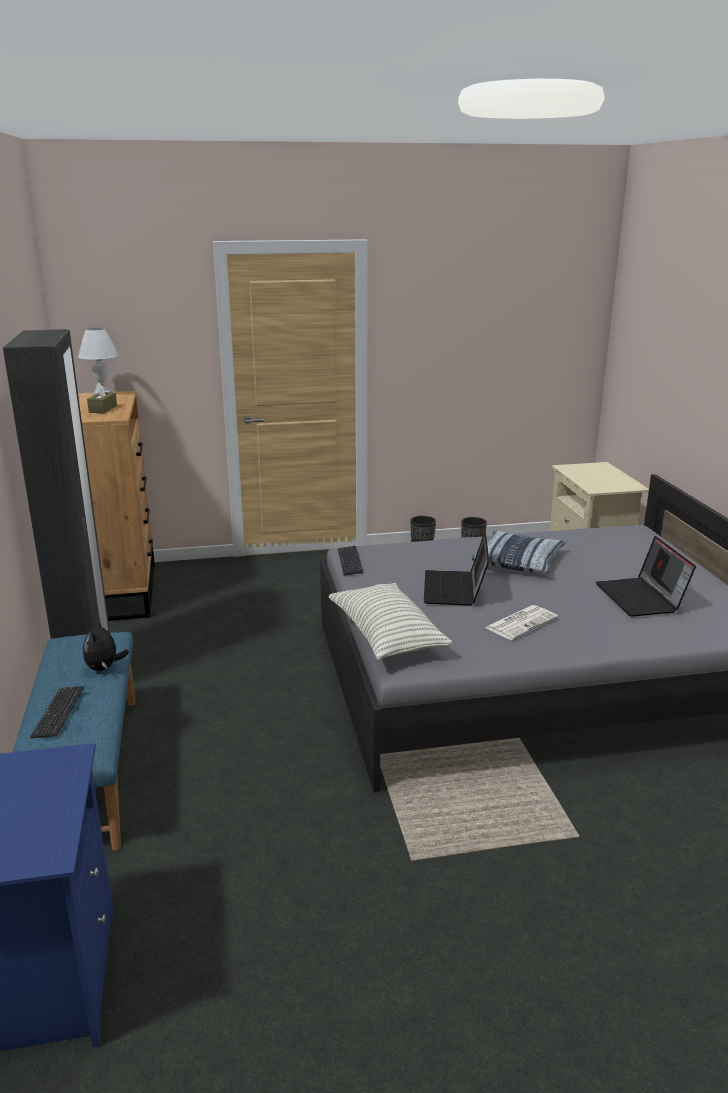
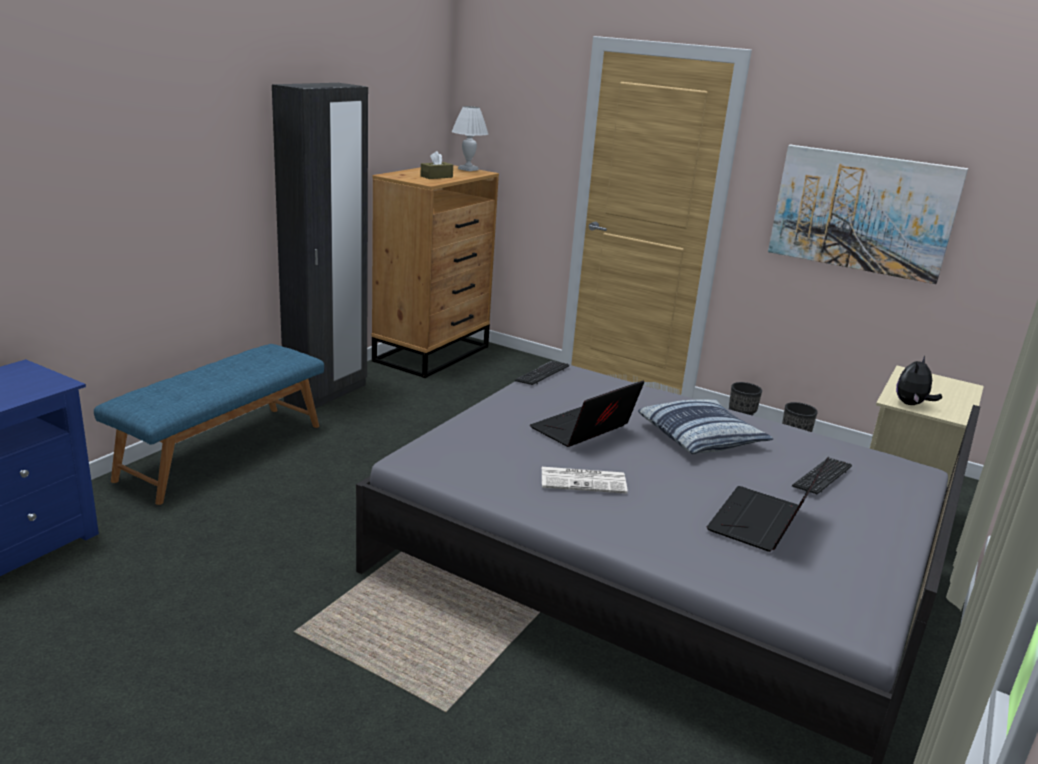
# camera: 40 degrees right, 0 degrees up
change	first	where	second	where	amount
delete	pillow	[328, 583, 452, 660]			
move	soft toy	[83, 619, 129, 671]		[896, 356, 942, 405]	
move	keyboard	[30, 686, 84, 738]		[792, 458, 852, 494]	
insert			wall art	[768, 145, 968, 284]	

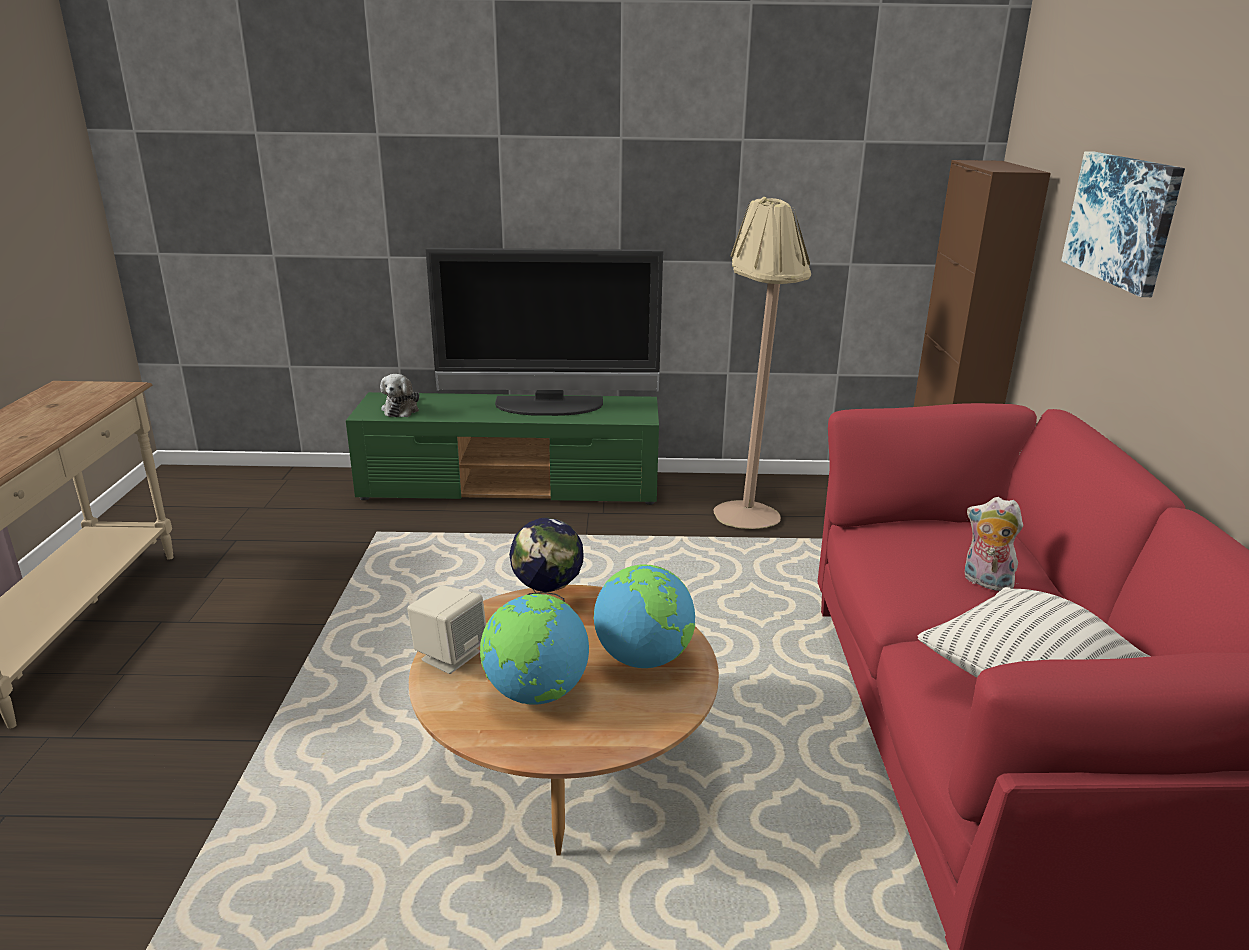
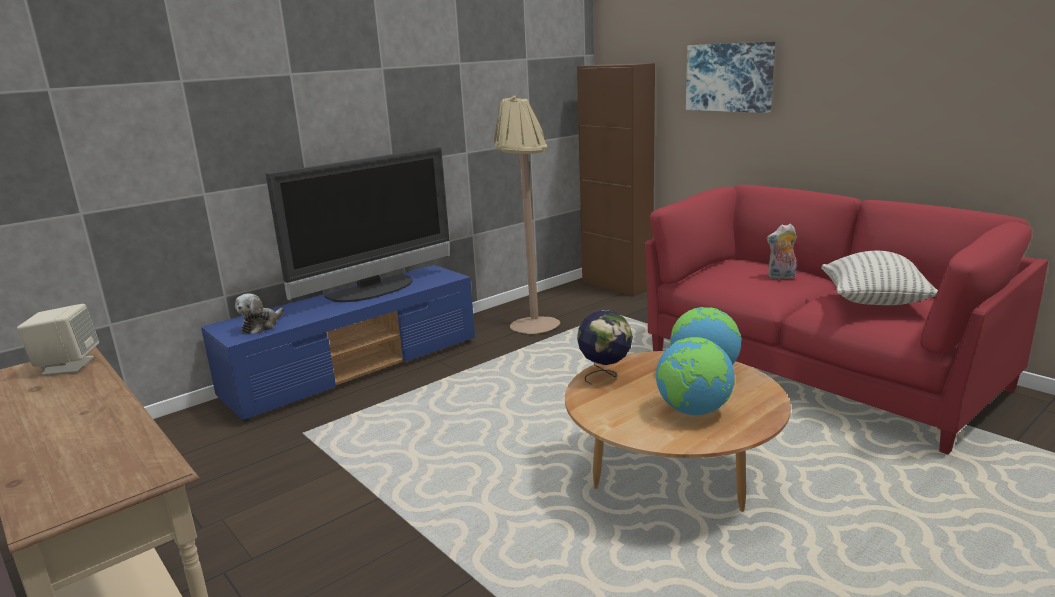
# camera: 40 degrees left, 5 degrees down
change	first	where	second	where	amount
rotate	soft toy	[380, 374, 419, 417]		[235, 293, 284, 334]	60 degrees clockwise
recolor	media console (greenish)	[346, 392, 659, 505]	media console (blue)	[201, 265, 475, 422]	
move	loudspeaker (beige)	[407, 585, 486, 674]		[17, 304, 99, 375]	

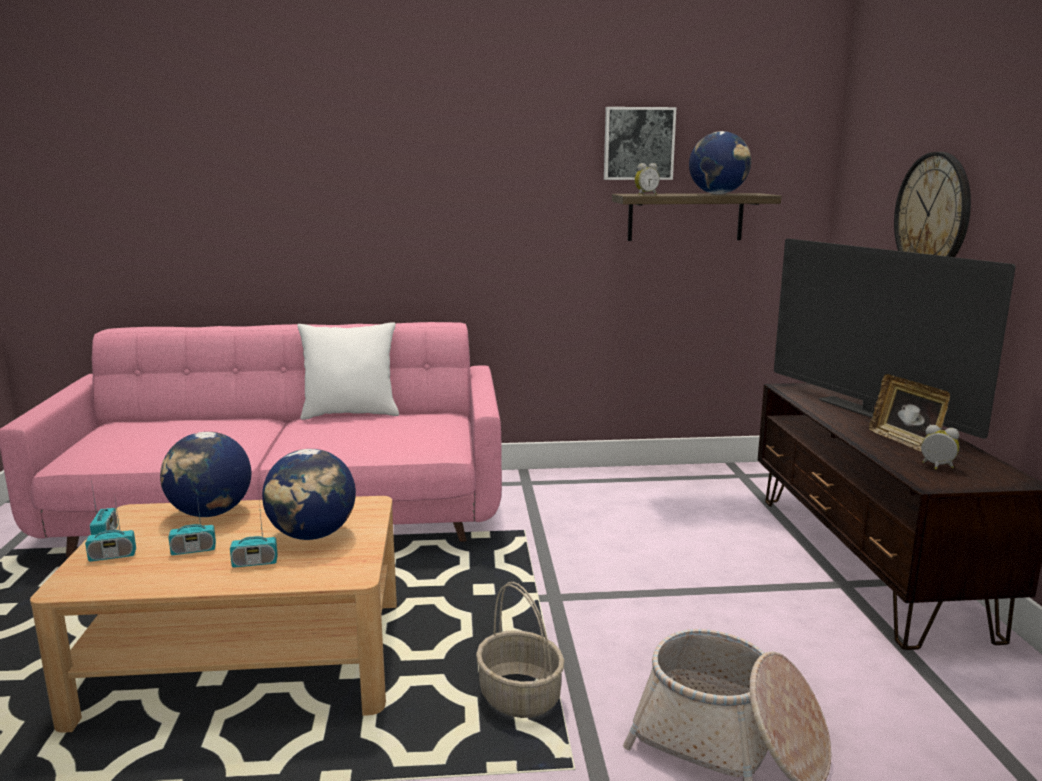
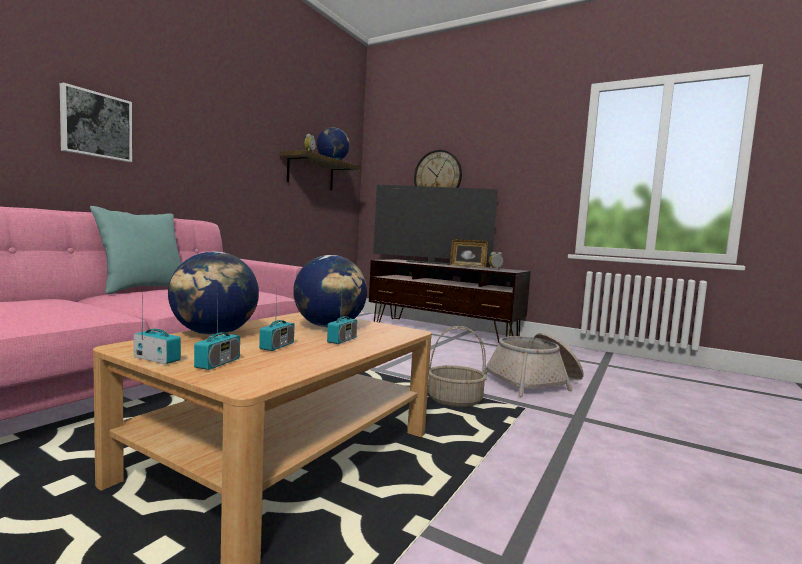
# camera: 55 degrees left, 10 degrees down
change	first	where	second	where	amount
move	wall art	[604, 107, 676, 180]		[60, 83, 132, 162]	
recolor	pillow (white)	[297, 322, 399, 420]	pillow (blue-green)	[90, 206, 182, 294]	

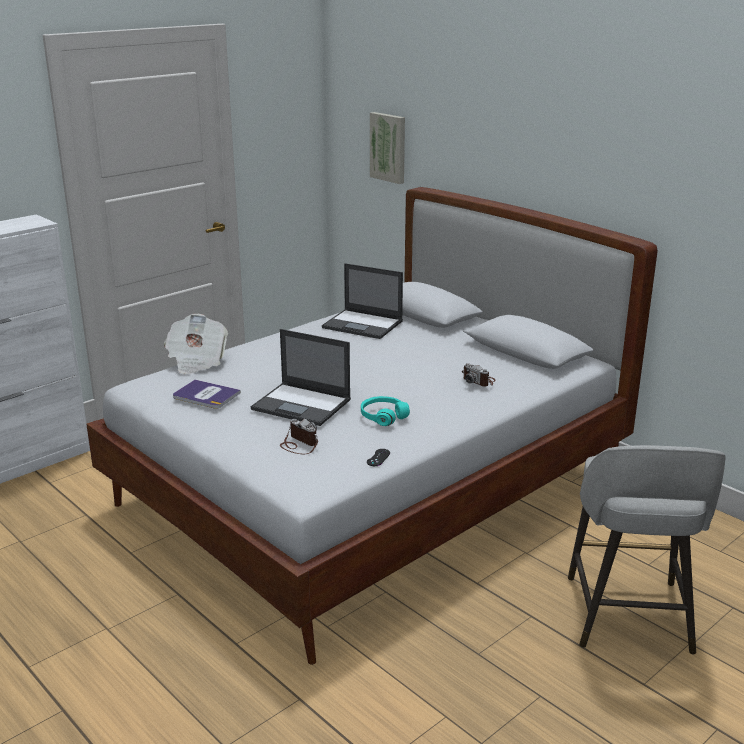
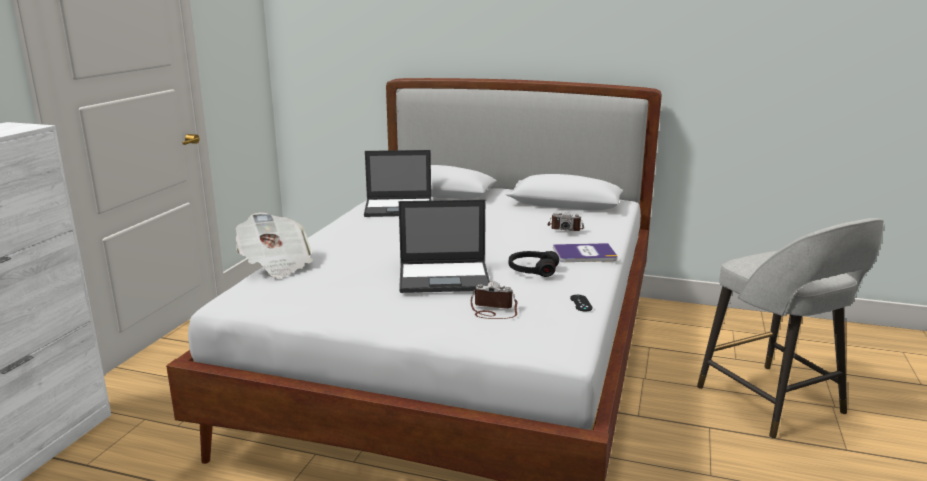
# camera: 30 degrees left, 5 degrees down
change	first	where	second	where	amount
delete	wall art	[370, 112, 405, 184]			
move	book	[173, 380, 241, 409]		[553, 243, 618, 262]	
recolor	pair of headphones (blue-green)	[361, 396, 410, 426]	pair of headphones (black)	[509, 251, 559, 277]	

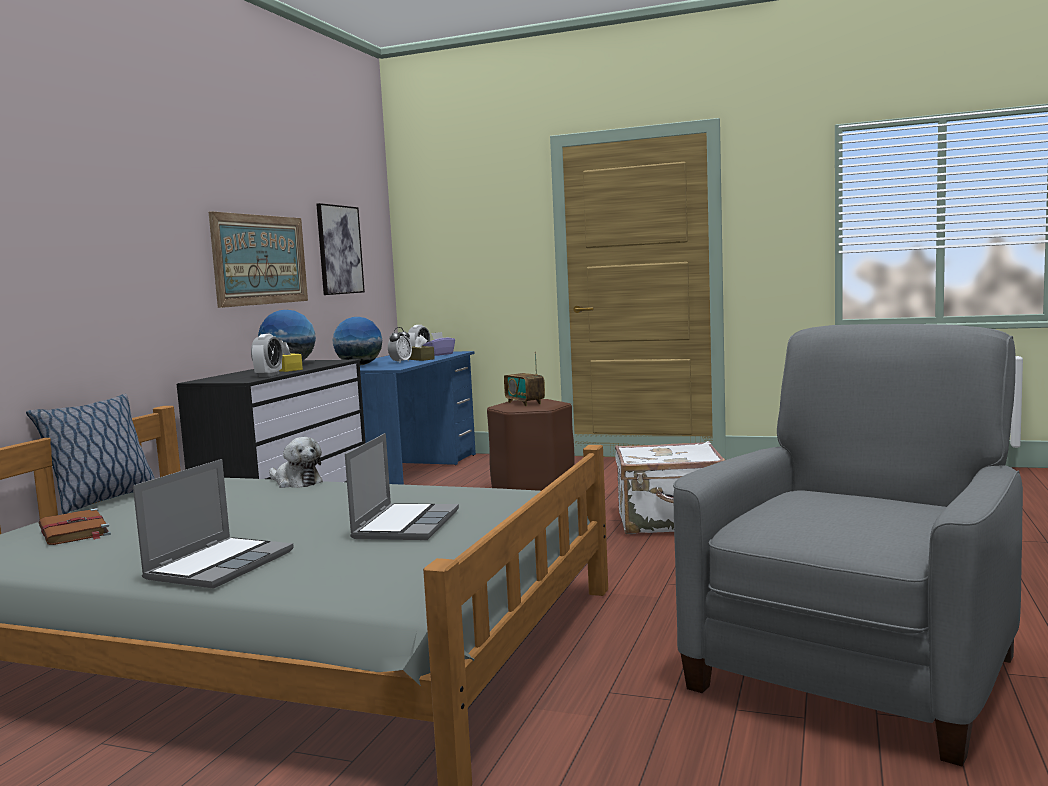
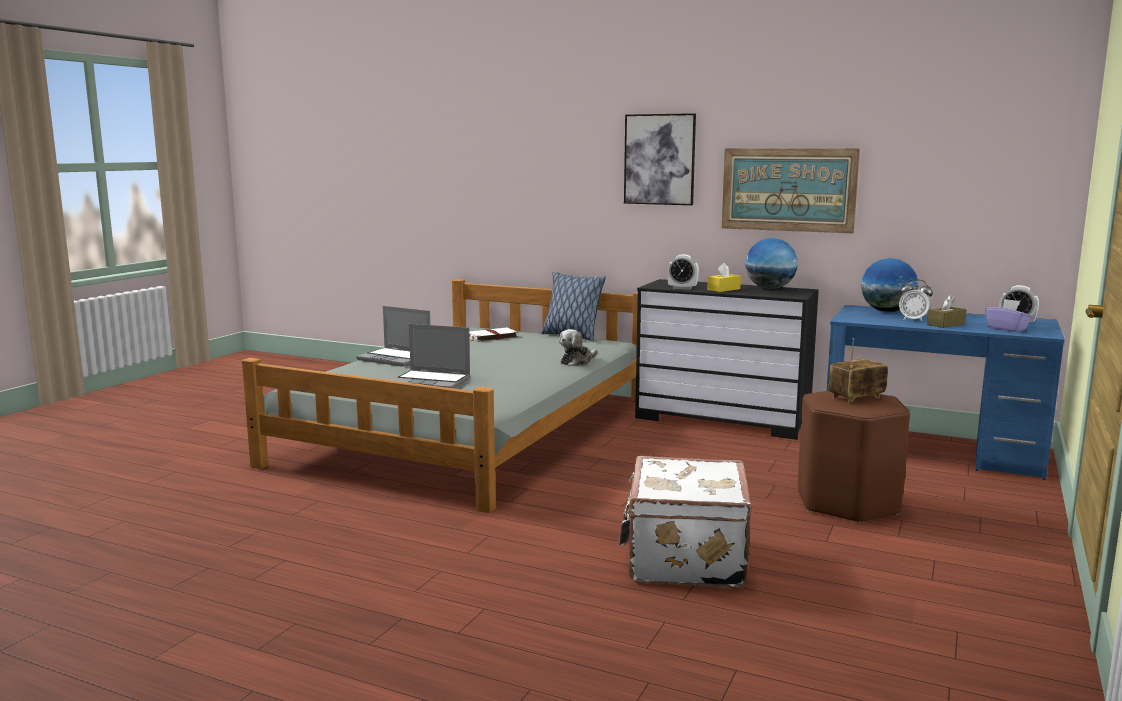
# camera: 95 degrees right, 5 degrees up
change	first	where	second	where	amount
move	wall art	[316, 203, 365, 295]		[624, 113, 696, 205]	
delete	lounge chair (gray)	[673, 324, 1023, 766]			
recolor	book (brownish)	[39, 508, 111, 545]	book (white)	[469, 328, 518, 342]	

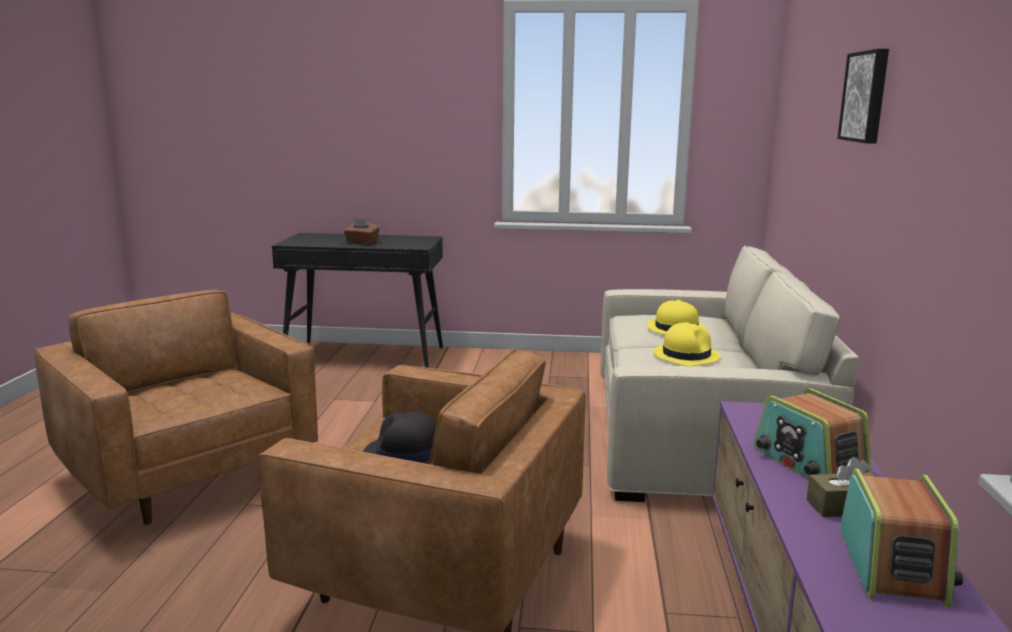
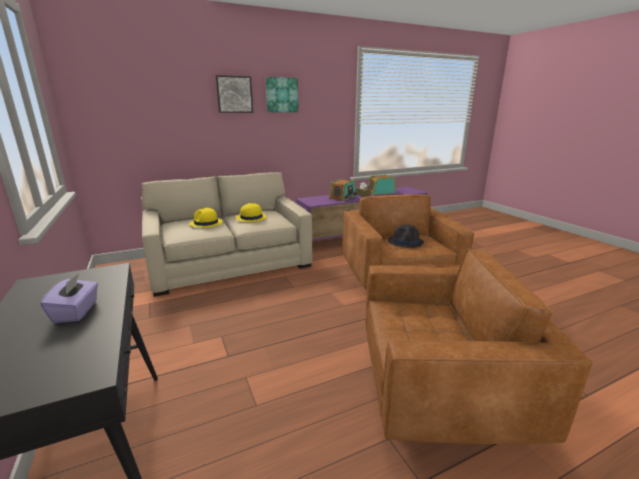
# camera: 120 degrees left, 5 degrees up
change	first	where	second	where	amount
recolor	tissue box (brownish)	[344, 218, 380, 244]	tissue box (purple)	[40, 273, 98, 323]	
rotate	lounge chair (brownish)	[35, 290, 318, 525]		[365, 248, 592, 444]	105 degrees counterclockwise
insert			wall art	[266, 77, 298, 112]	

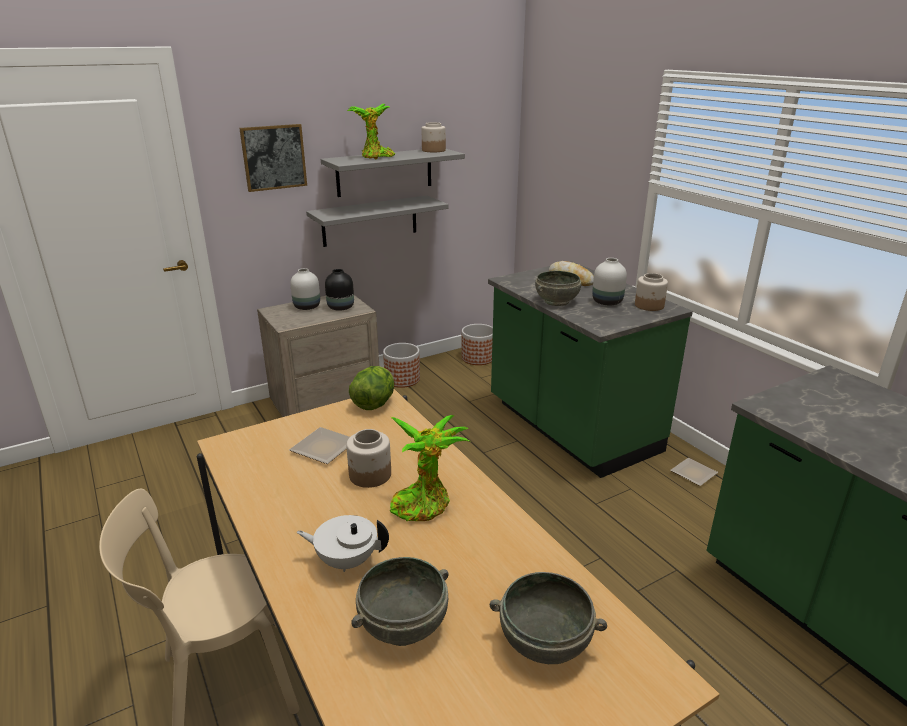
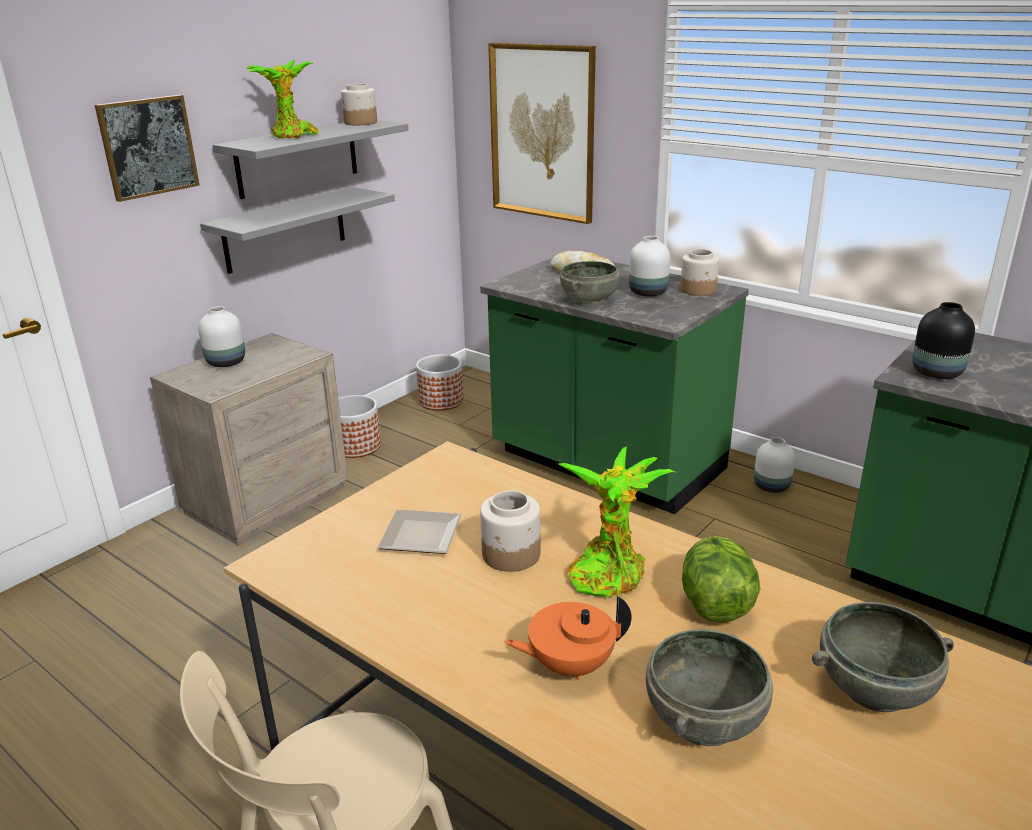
# camera: 20 degrees left, 0 degrees up
change	first	where	second	where	amount
move	vase (black)	[325, 269, 354, 311]		[912, 302, 975, 379]	
move	lettuce head	[349, 366, 394, 410]		[682, 536, 760, 622]	
replace	flat dish	[670, 458, 718, 486]	vase (white)	[754, 437, 795, 493]	
recolor	tea pot (white)	[297, 515, 389, 572]	tea pot (orange)	[504, 596, 632, 680]	
insert			wall art	[488, 43, 596, 224]	

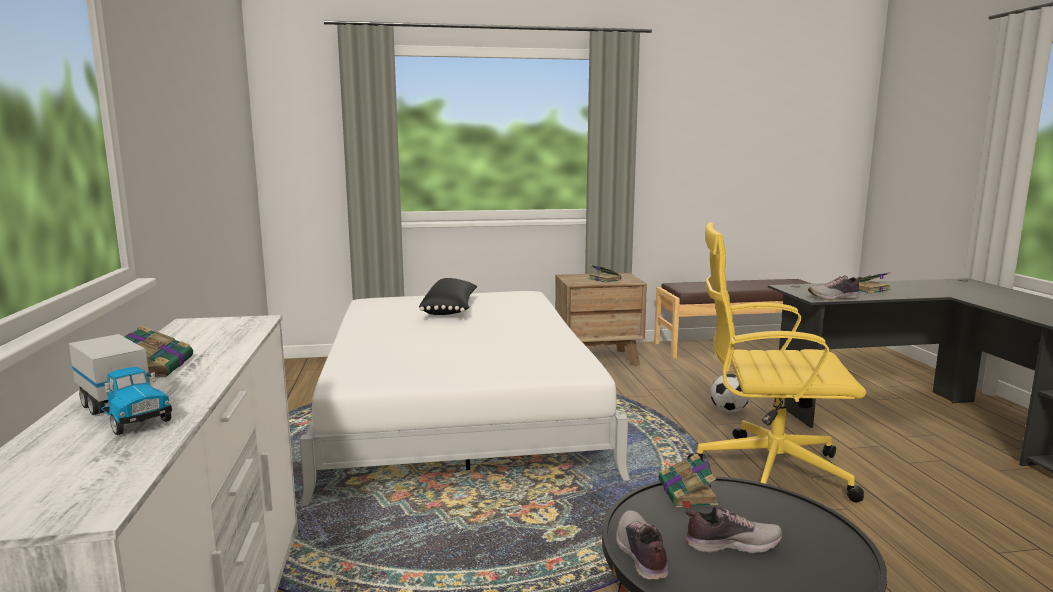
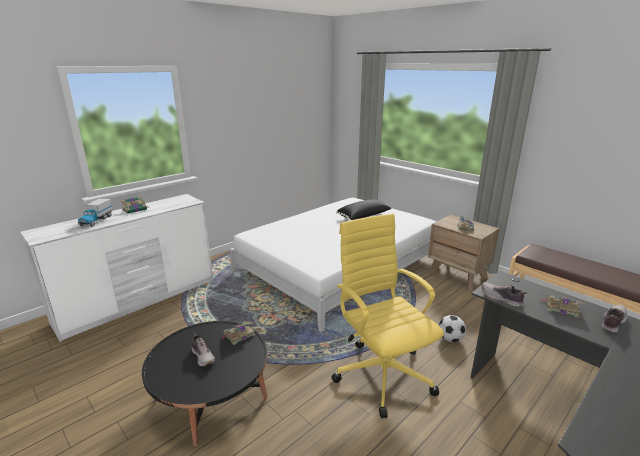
# camera: 55 degrees right, 10 degrees up
change	first	where	second	where	amount
move	low shoe	[616, 510, 668, 580]		[601, 305, 627, 333]	

